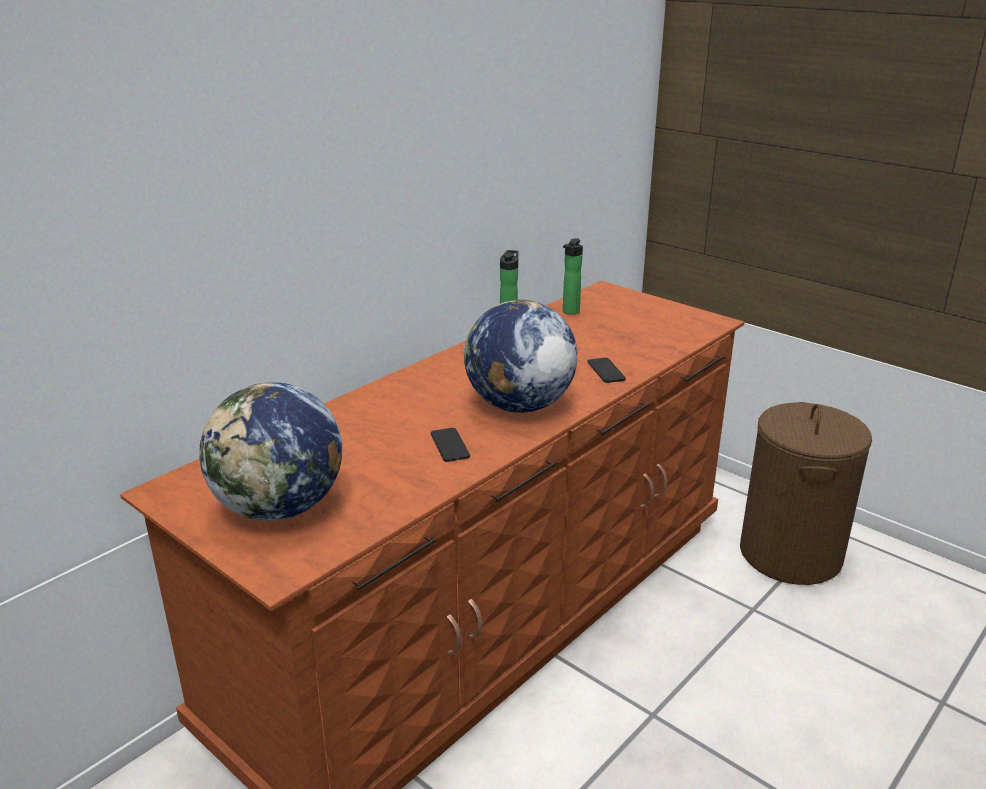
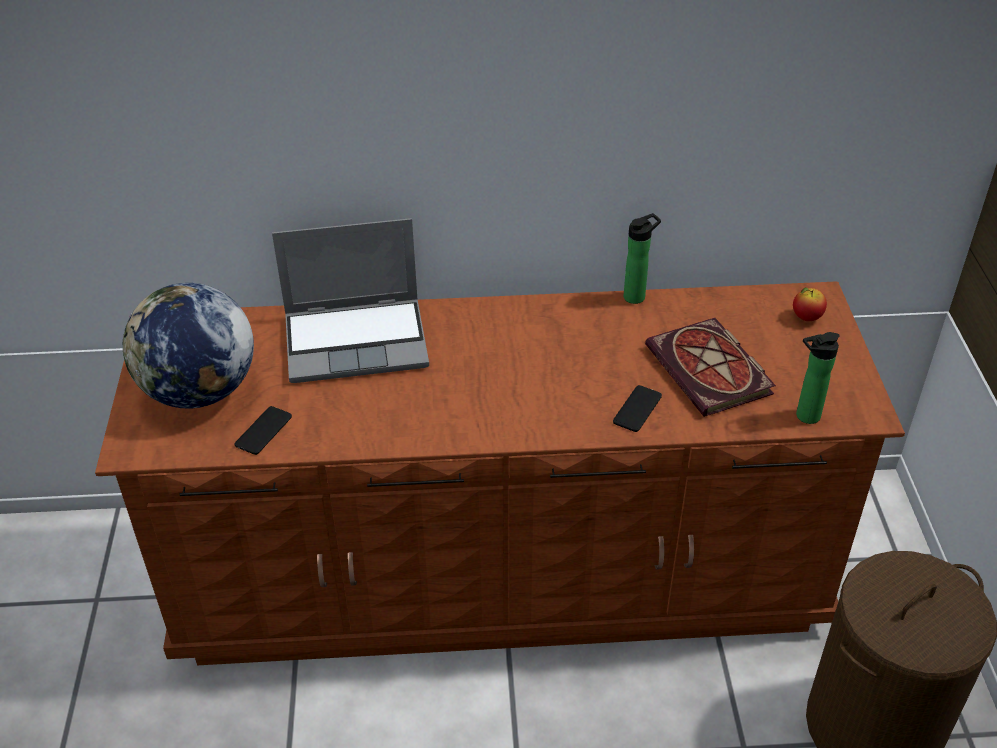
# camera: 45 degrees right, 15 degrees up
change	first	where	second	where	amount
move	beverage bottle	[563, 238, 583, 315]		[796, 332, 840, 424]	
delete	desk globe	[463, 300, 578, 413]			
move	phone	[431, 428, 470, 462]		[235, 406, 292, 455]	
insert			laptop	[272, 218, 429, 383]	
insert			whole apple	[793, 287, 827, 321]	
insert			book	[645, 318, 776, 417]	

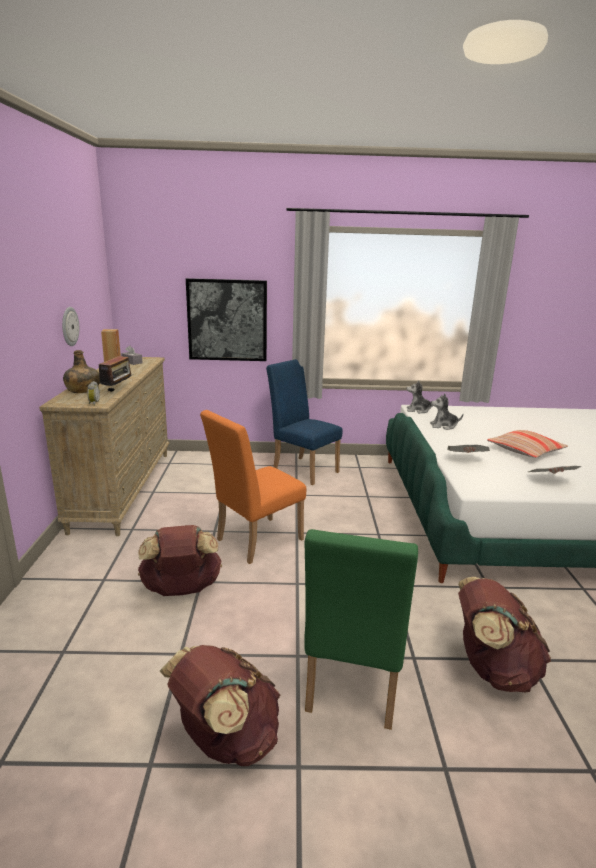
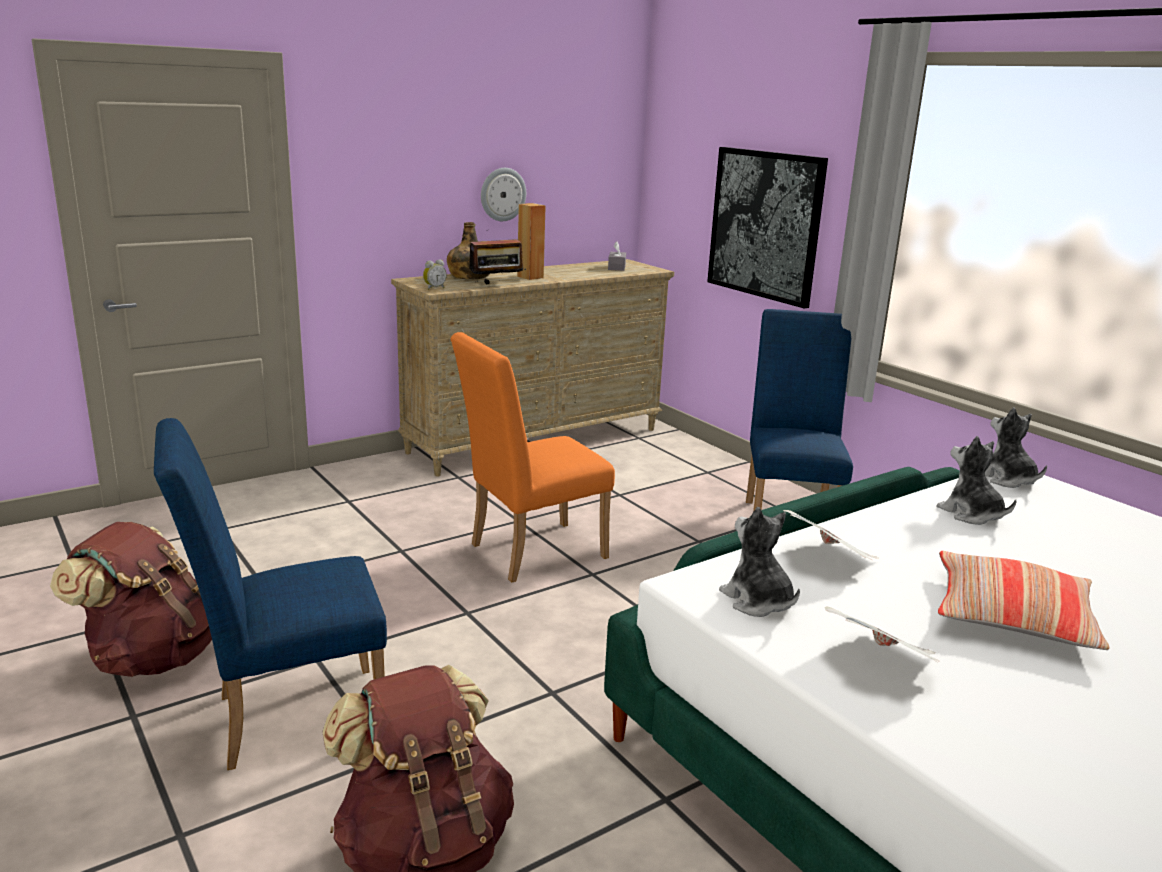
# camera: 55 degrees right, 0 degrees up
change	first	where	second	where	amount
rotate	plain chair (orange)	[200, 410, 306, 564]		[450, 332, 615, 583]	45 degrees counterclockwise
delete	knapsack (brownish)	[138, 525, 222, 596]			
recolor	plain chair (greenish)	[304, 529, 418, 730]	plain chair (blue)	[154, 418, 387, 770]	
insert			soft toy	[719, 507, 800, 617]	

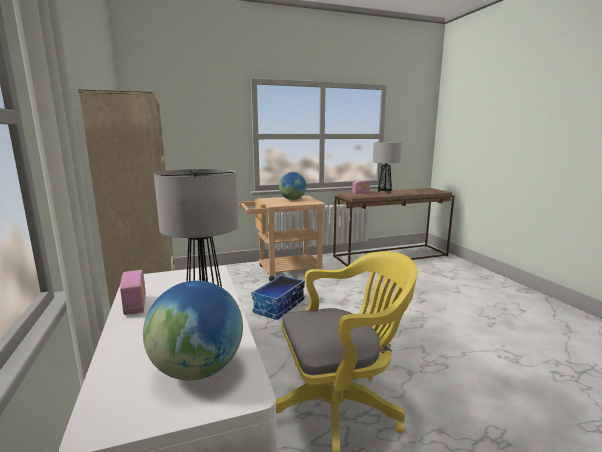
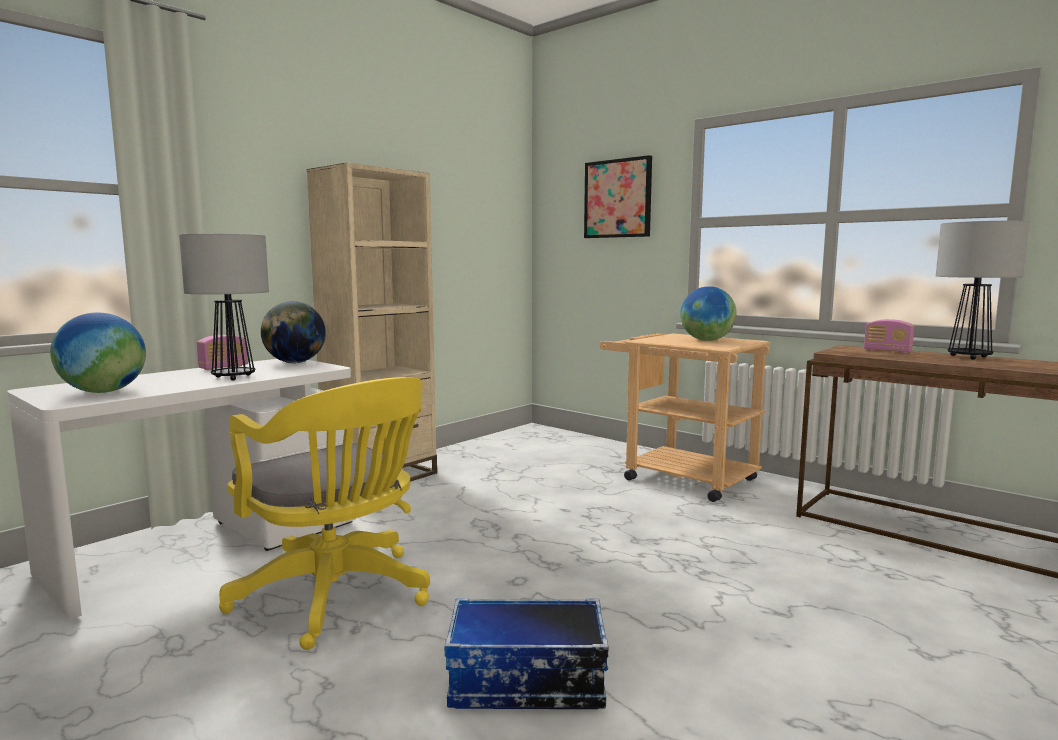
# camera: 60 degrees right, 5 degrees down
change	first	where	second	where	amount
move	storage bin	[252, 275, 305, 320]		[445, 598, 609, 709]	
insert			wall art	[584, 155, 652, 238]	
insert			desk globe	[261, 301, 326, 364]	

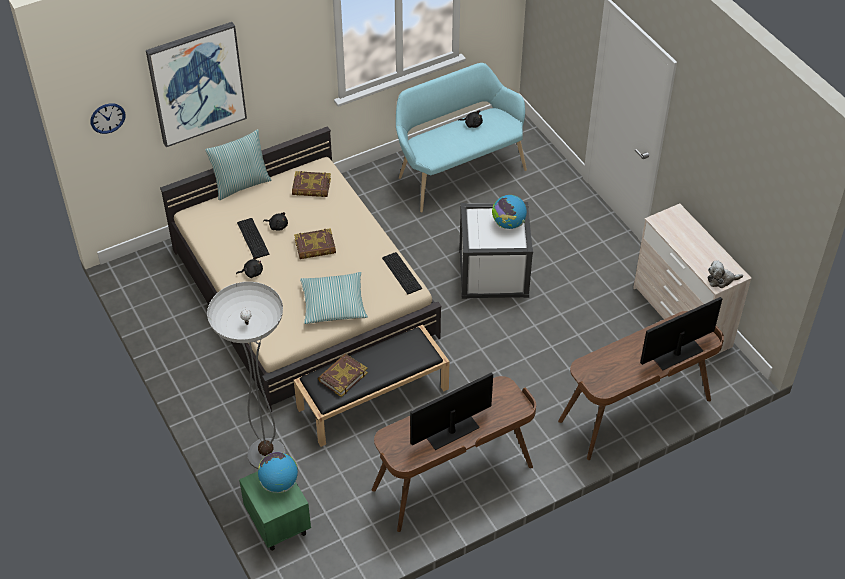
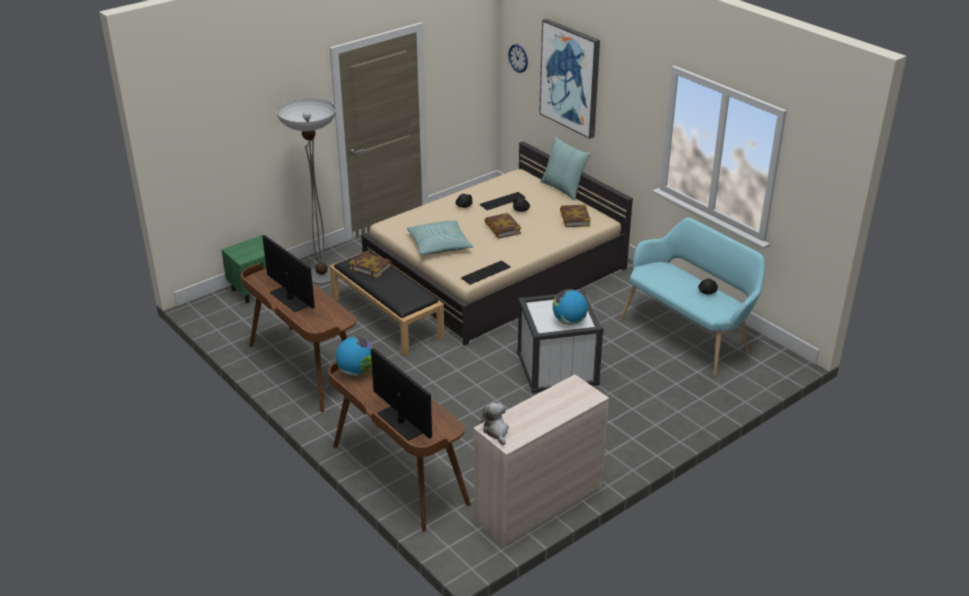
# camera: 80 degrees right, 15 degrees down
change	first	where	second	where	amount
move	desk globe	[258, 452, 298, 493]		[336, 336, 373, 376]	

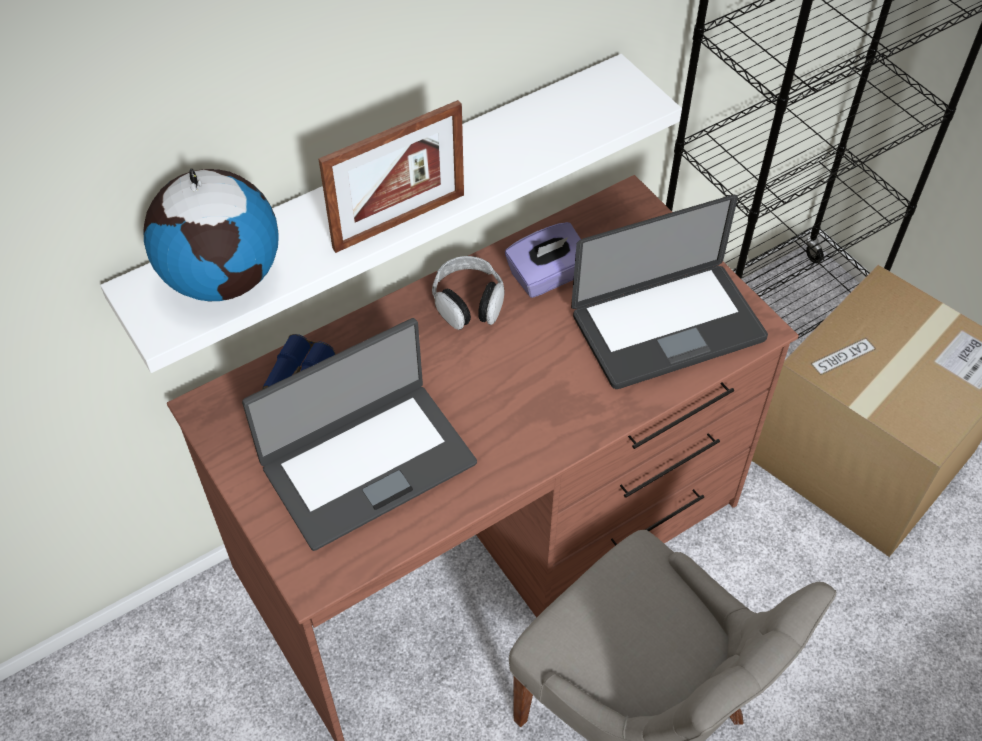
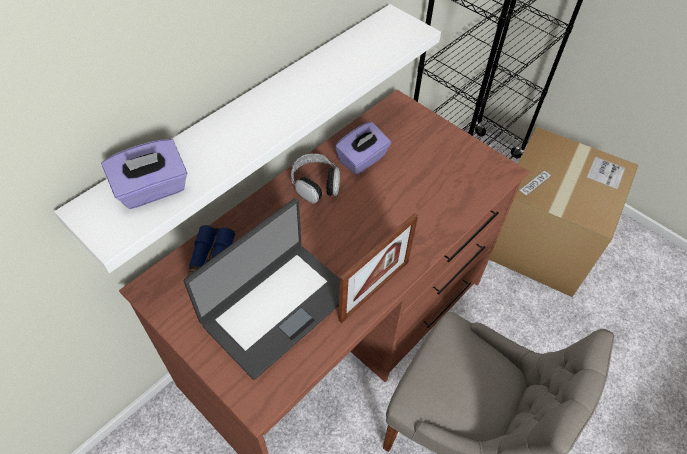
# camera: 15 degrees left, 0 degrees up
change	first	where	second	where	amount
move	standing frame	[319, 100, 464, 253]		[338, 213, 418, 323]	
replace	desk globe	[144, 168, 279, 301]	tissue box (purple)	[101, 139, 187, 209]	
delete	laptop	[571, 195, 768, 389]			

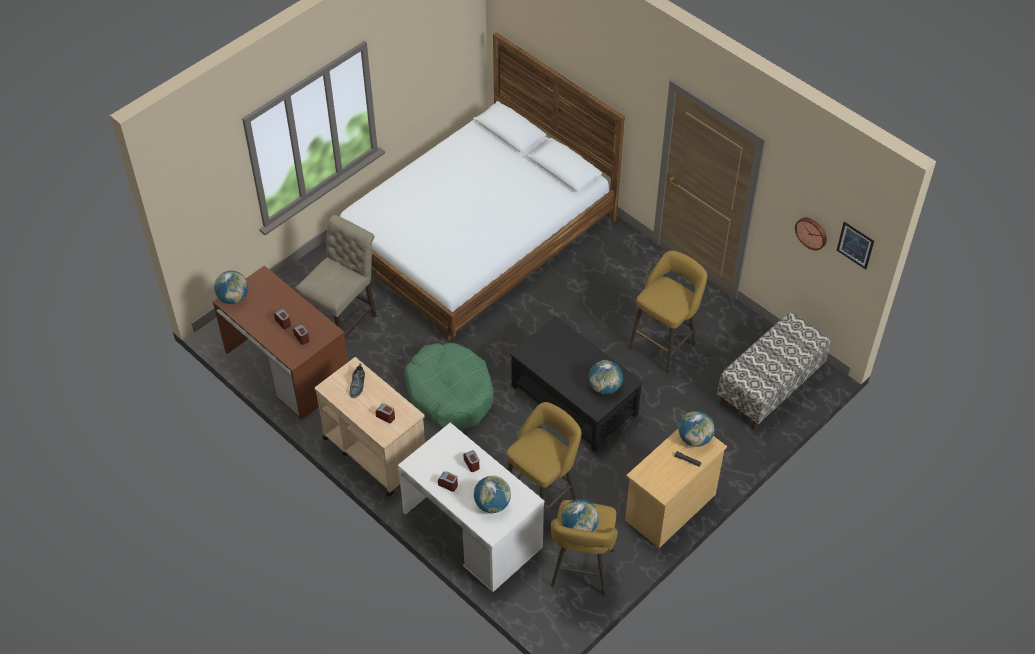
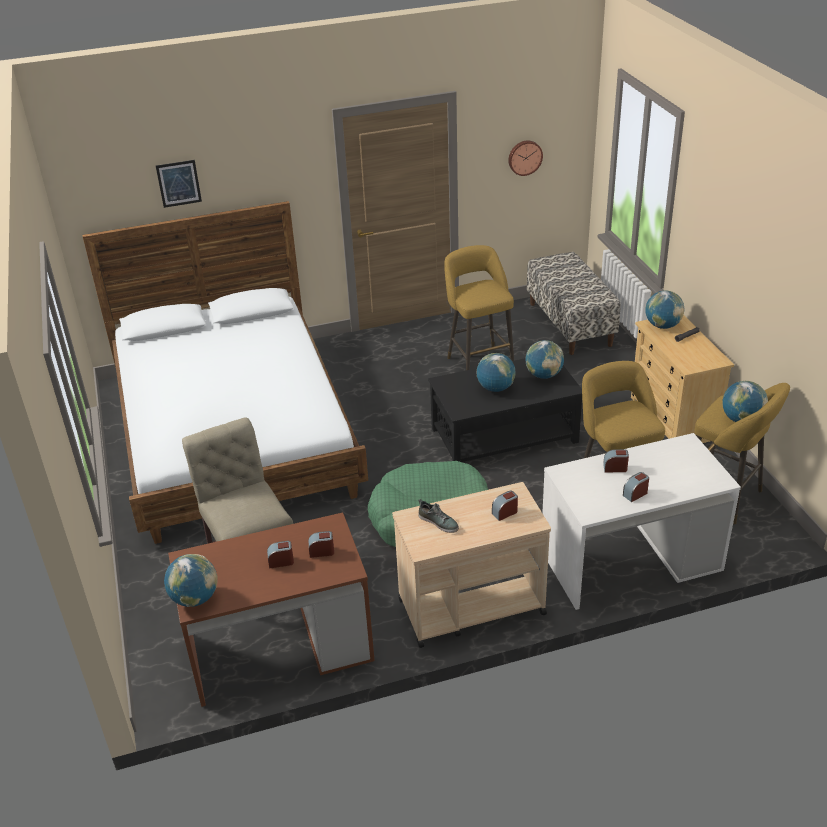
# camera: 60 degrees left, 15 degrees down
change	first	where	second	where	amount
move	wall art	[837, 222, 874, 269]		[156, 160, 202, 208]	
move	desk globe	[474, 476, 511, 513]		[477, 353, 516, 392]	

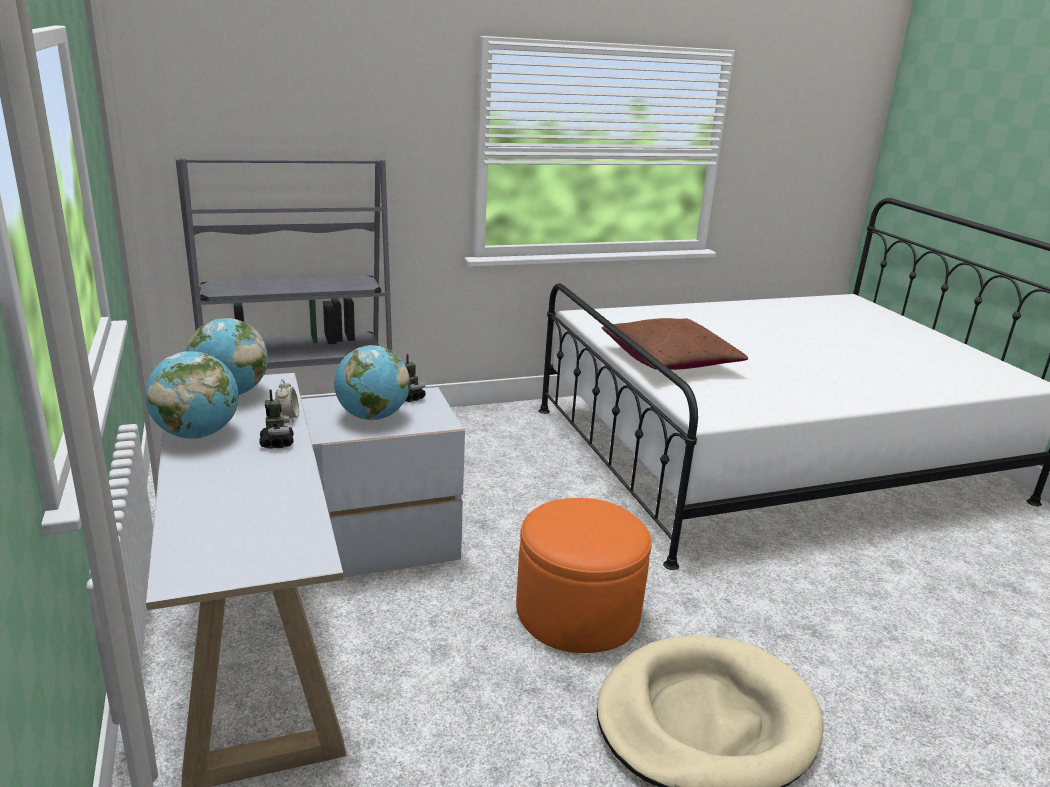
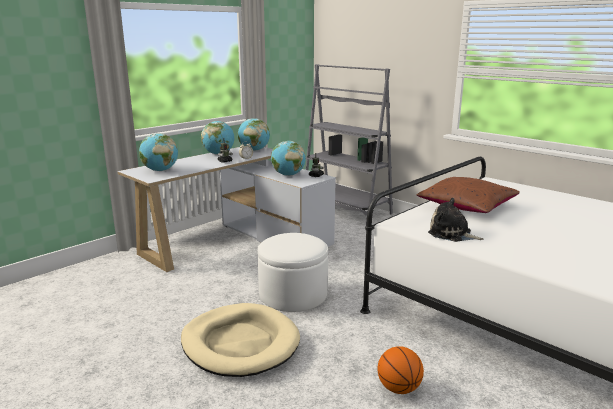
# camera: 65 degrees right, 5 degrees down
change	first	where	second	where	amount
recolor	ottoman (orange)	[516, 498, 652, 653]	ottoman (white)	[257, 233, 328, 312]	
insert			desk globe	[139, 133, 178, 171]	
insert			soft toy	[428, 198, 484, 242]	
insert			basketball	[378, 346, 424, 394]	

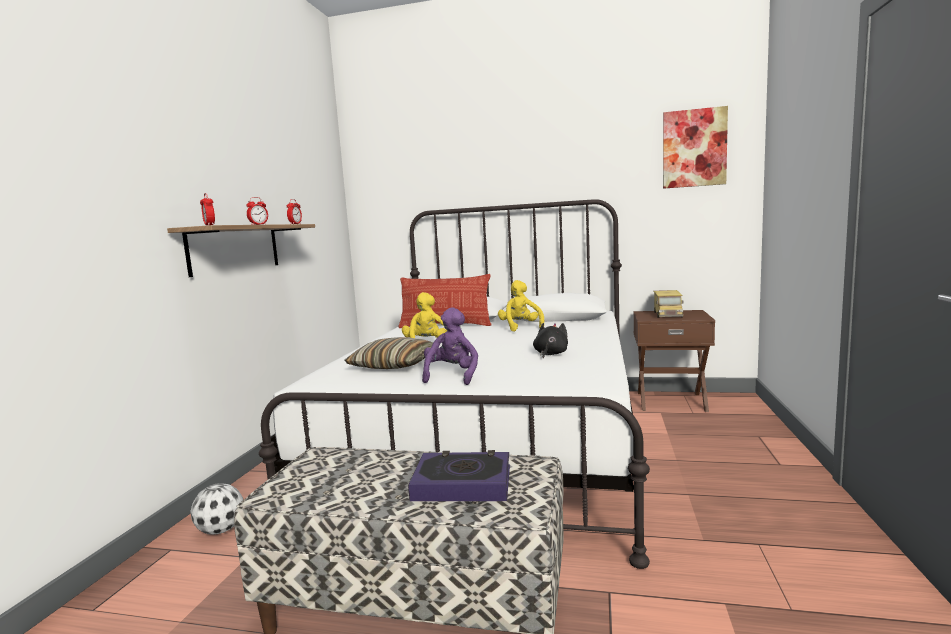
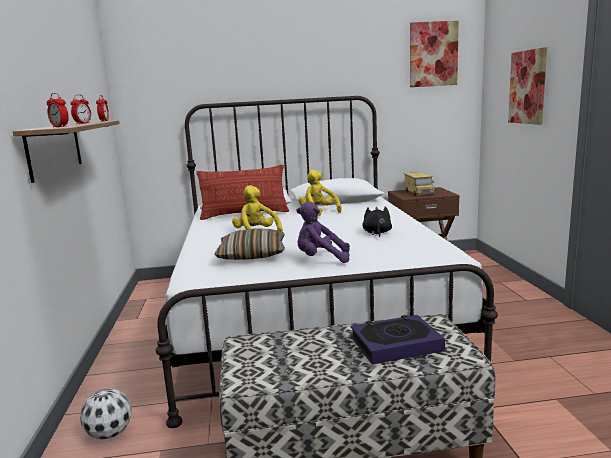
# camera: 20 degrees left, 5 degrees up
change	first	where	second	where	amount
rotate	soft toy (purple)	[422, 307, 478, 385]		[296, 202, 350, 263]	75 degrees counterclockwise
insert			wall art	[508, 47, 547, 125]	

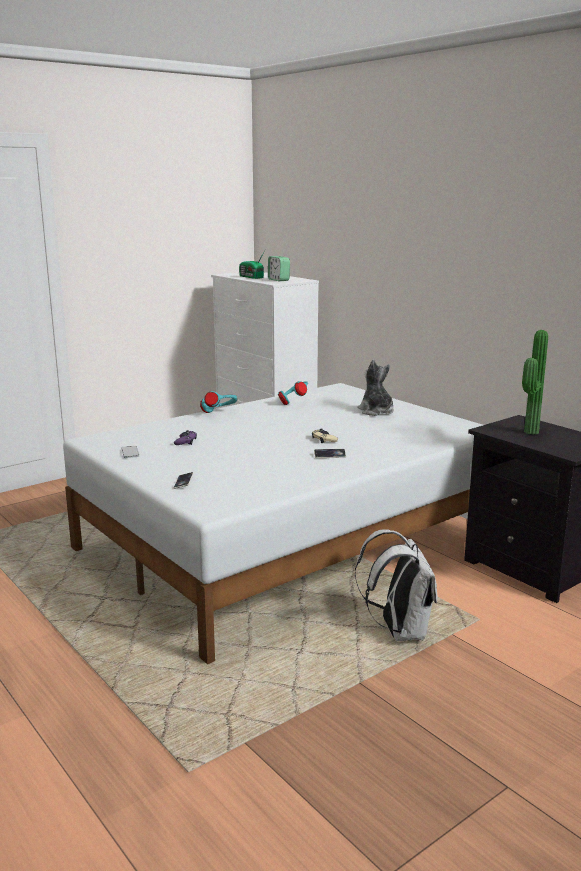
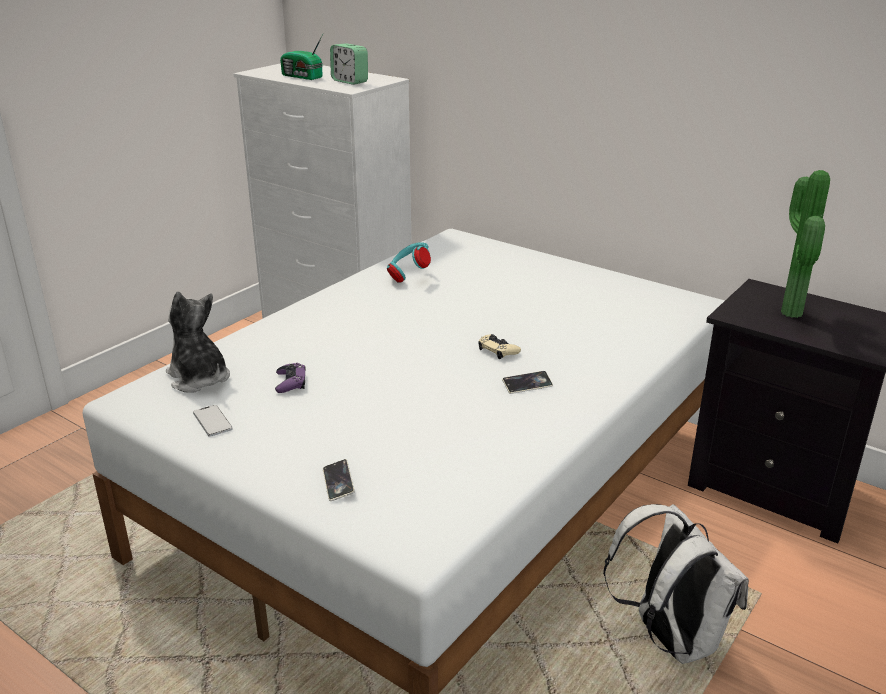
# camera: 15 degrees left, 10 degrees up
change	first	where	second	where	amount
move	soft toy	[357, 360, 394, 416]		[166, 292, 230, 393]	
delete	pair of headphones (blue-green)	[200, 391, 237, 413]			

